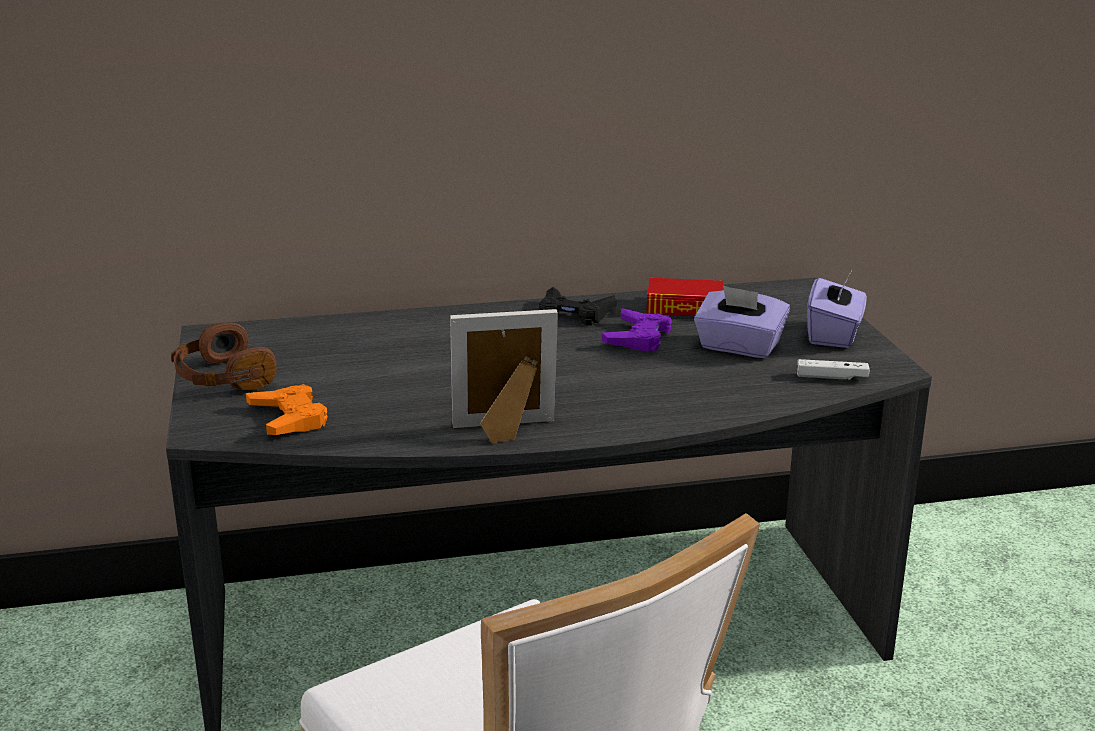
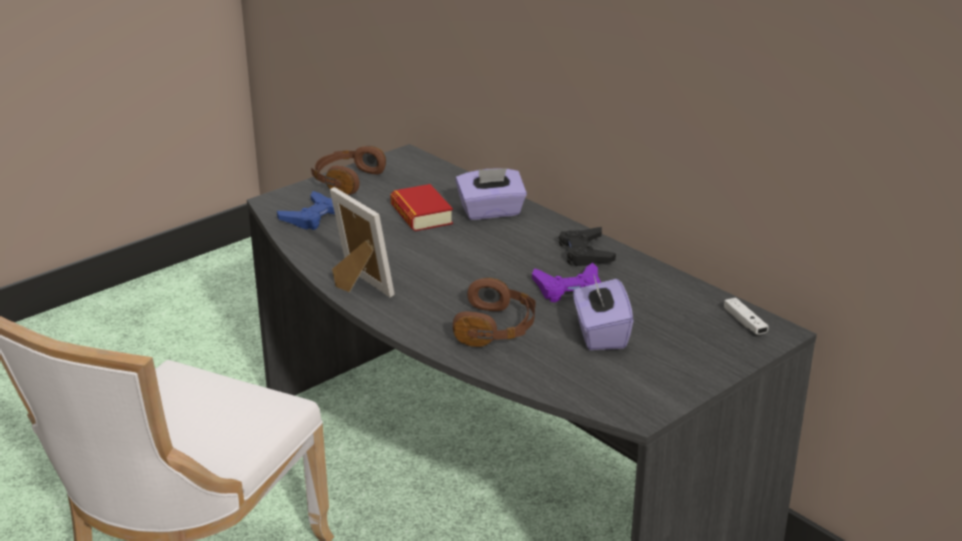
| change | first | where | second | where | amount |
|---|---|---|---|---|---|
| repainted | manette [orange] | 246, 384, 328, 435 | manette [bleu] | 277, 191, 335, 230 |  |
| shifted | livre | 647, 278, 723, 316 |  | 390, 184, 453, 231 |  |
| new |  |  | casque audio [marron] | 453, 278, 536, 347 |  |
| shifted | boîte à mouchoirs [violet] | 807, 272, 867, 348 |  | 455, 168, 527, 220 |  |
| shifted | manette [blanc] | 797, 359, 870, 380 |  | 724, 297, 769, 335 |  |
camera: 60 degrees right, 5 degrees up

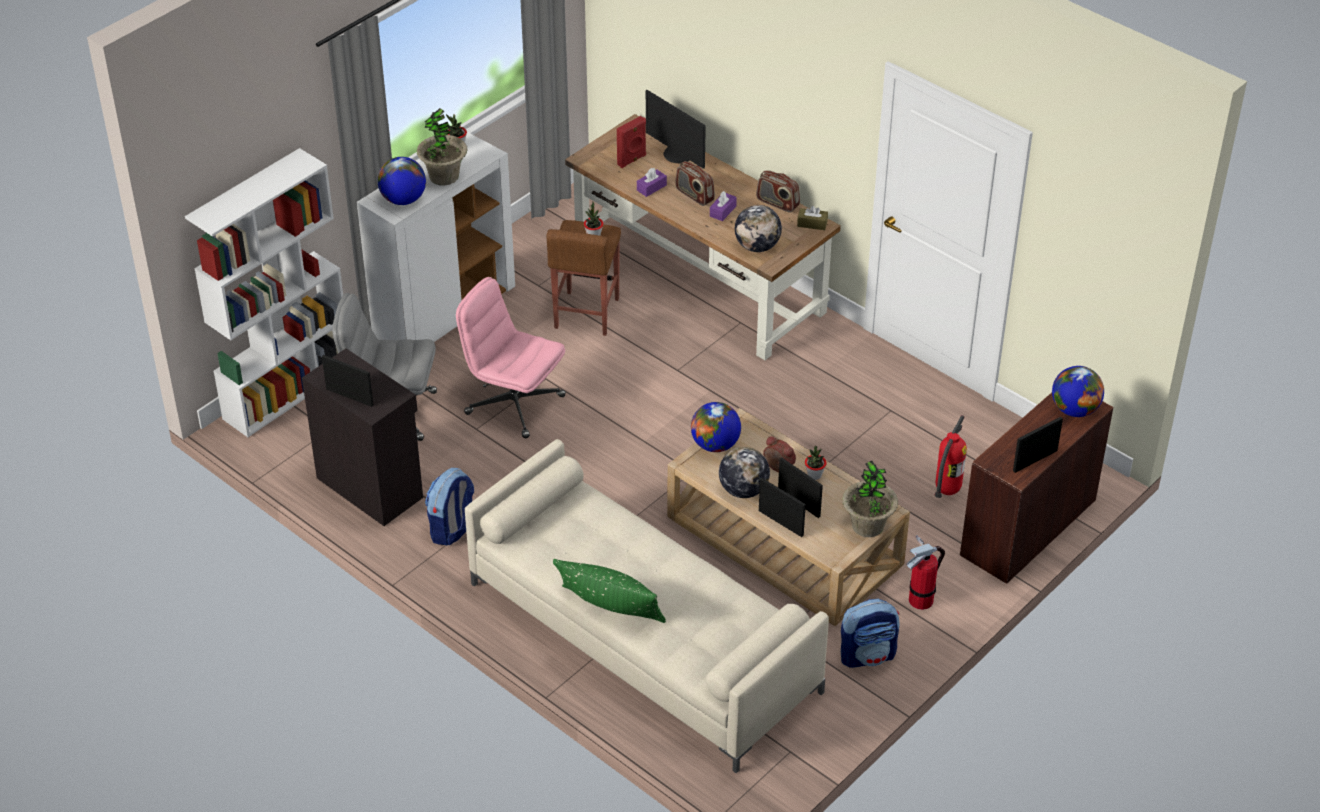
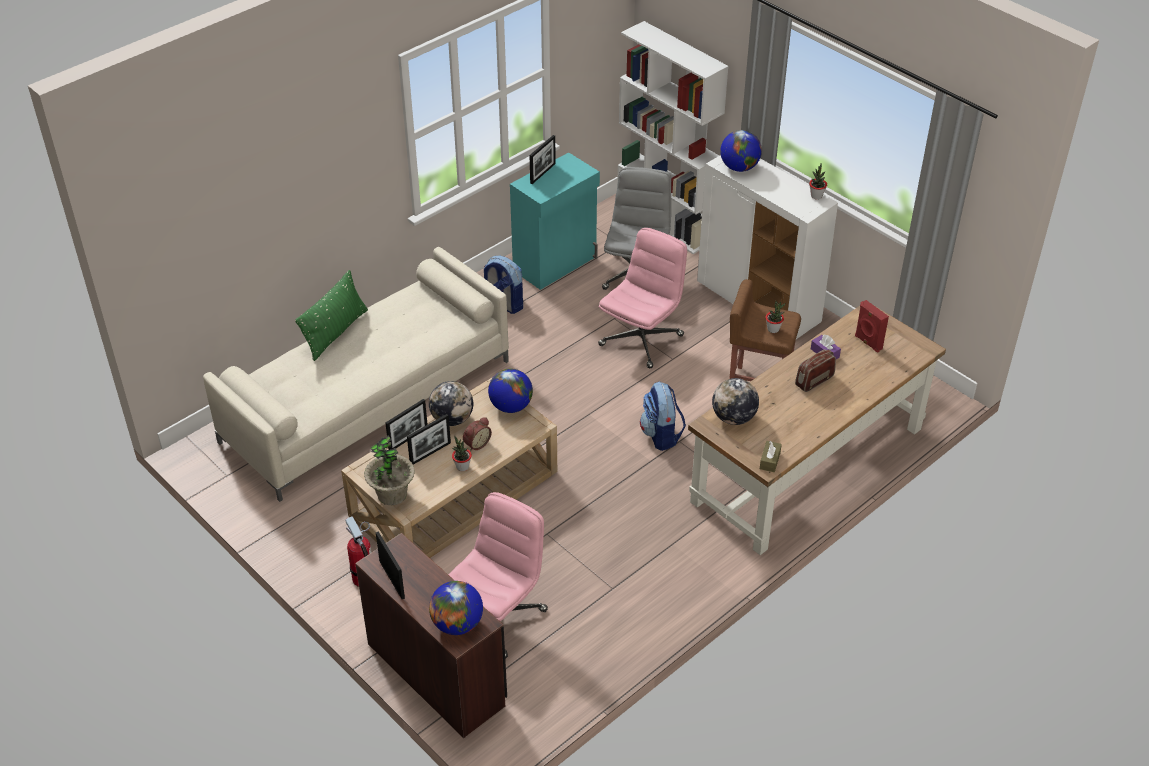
| change | first | where | second | where | amount |
|---|---|---|---|---|---|
| swapped | extincteur | 934, 415, 967, 498 | chaise de bureau [rose] | 448, 492, 548, 659 |  |
| repainted | meuble de rangement [noir] | 302, 348, 423, 526 | meuble de rangement [turquoise] | 510, 152, 600, 290 |  |
| shifted | sac à dos | 841, 599, 899, 668 |  | 640, 382, 686, 451 |  |
| gone | plante en pot | 417, 108, 468, 185 |  |  |  |
| gone | écran d'ordinateur | 646, 90, 706, 168 |  |  |  |
| gone | boîte à mouchoirs [violet] | 710, 191, 737, 221 |  |  |  |
| gone | radio | 756, 170, 800, 213 |  |  |  |
camera: 95 degrees right, 0 degrees up

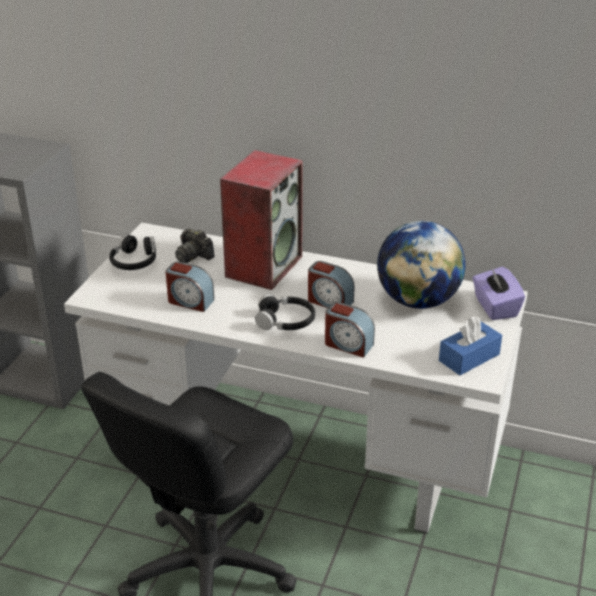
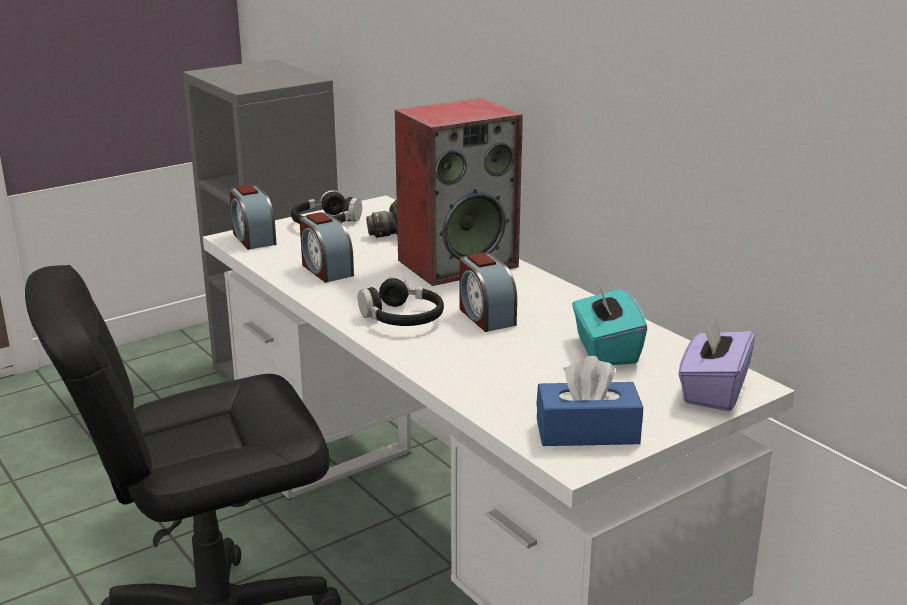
| change | first | where | second | where | amount |
|---|---|---|---|---|---|
| shifted | réveil | 325, 302, 375, 358 |  | 229, 185, 277, 250 |  |
| swapped | globe | 377, 221, 466, 309 | boîte à mouchoirs [turquoise] | 572, 280, 647, 365 |  |
camera: 35 degrees right, 10 degrees down

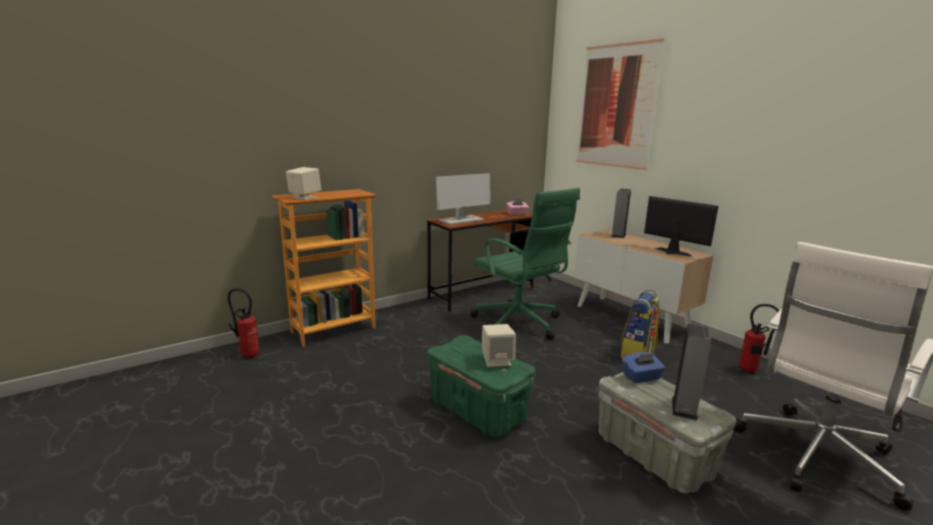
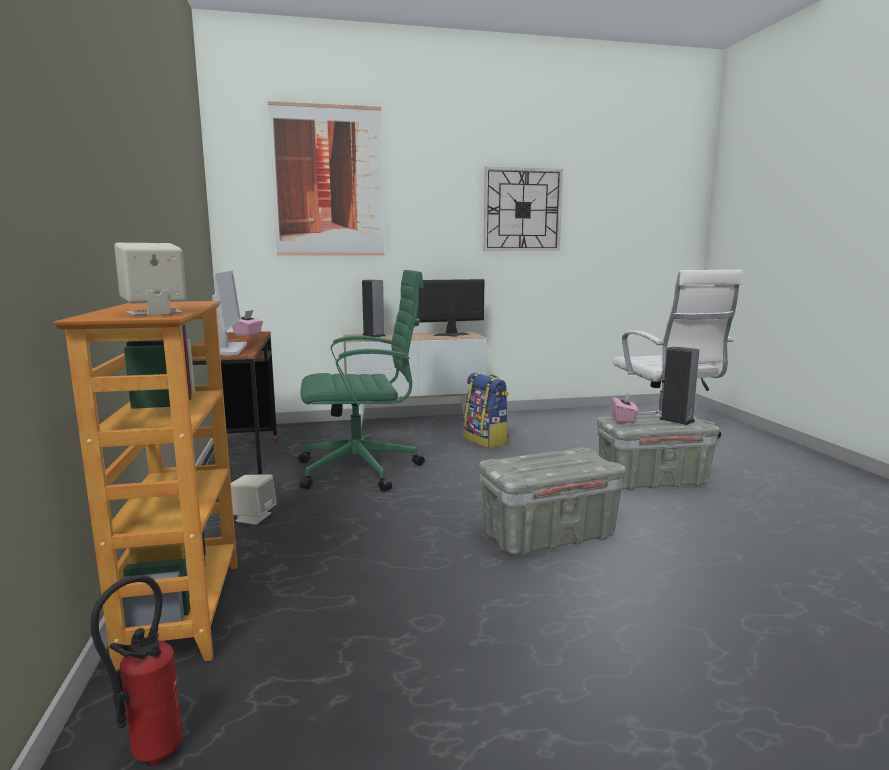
| change | first | where | second | where | amount |
|---|---|---|---|---|---|
| shifted | enceinte [beige] | 482, 324, 516, 367 |  | 231, 474, 277, 525 |  |
| repainted | boîte de rangement [vert] | 427, 335, 535, 437 | boîte de rangement [gris] | 479, 448, 626, 556 |  |
| new |  |  | horloge murale | 484, 167, 563, 251 |  |
| repainted | boîte à mouchoirs [bleu] | 622, 352, 665, 383 | boîte à mouchoirs [rose] | 611, 393, 638, 423 |  |
| gone | extincteur | 739, 304, 779, 374 |  |  |  |
camera: 65 degrees left, 5 degrees down

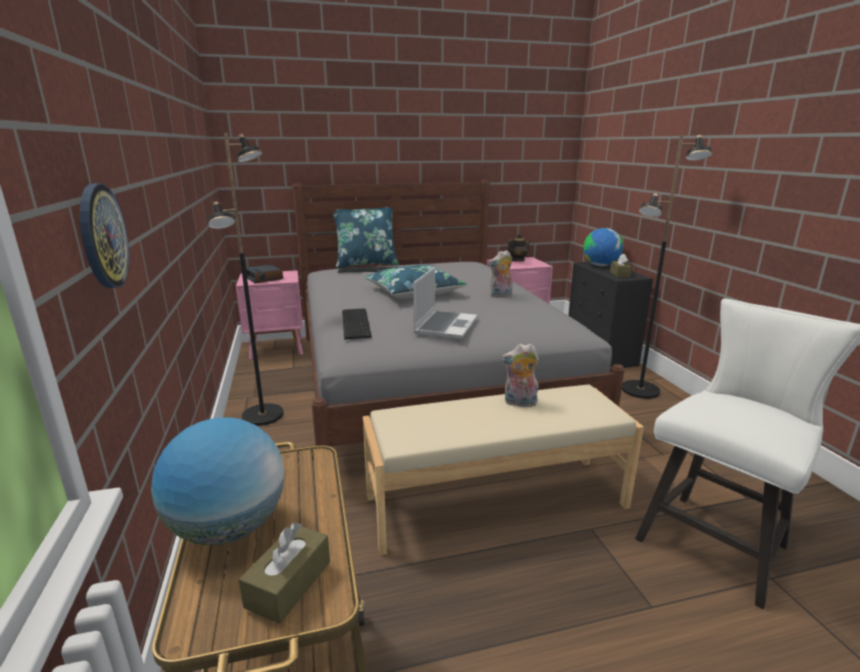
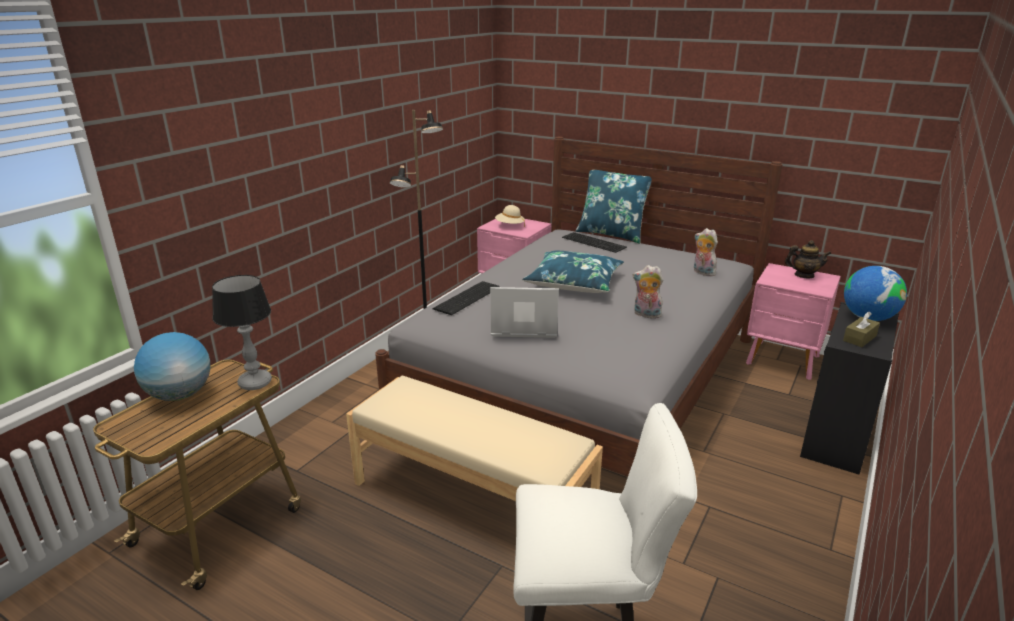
| change | first | where | second | where | amount |
|---|---|---|---|---|---|
| new |  |  | lampe de table | 212, 275, 272, 390 |  |
| rotated | ordinateur portable | 413, 267, 477, 339 |  | 490, 287, 559, 338 | 150 degrees counterclockwise |
| swapped | réveil | 246, 264, 283, 283 | chapeau [beige] | 495, 205, 525, 227 |  |
| shifted | peluche | 501, 343, 539, 407 |  | 694, 228, 718, 276 |  |
| gone | horloge murale | 80, 183, 129, 288 |  |  |  |
| gone | boîte à mouchoirs [marron] | 239, 522, 330, 624 |  |  |  |
| gone | lampadaire [noir] | 622, 134, 712, 399 |  |  |  |
camera: 45 degrees right, 5 degrees up

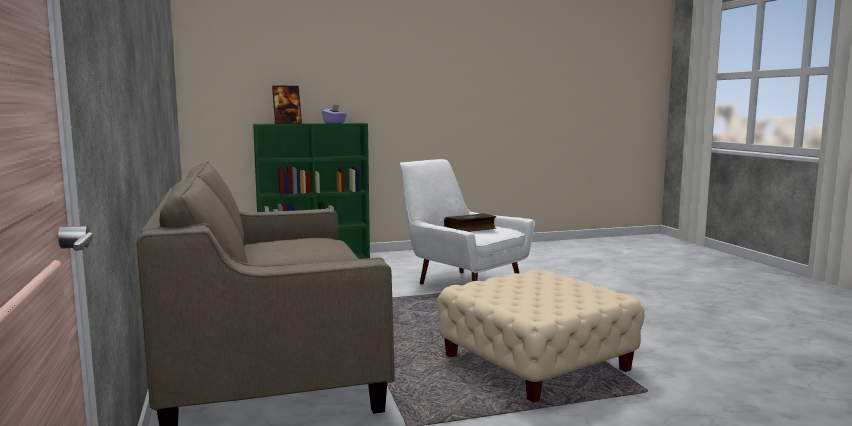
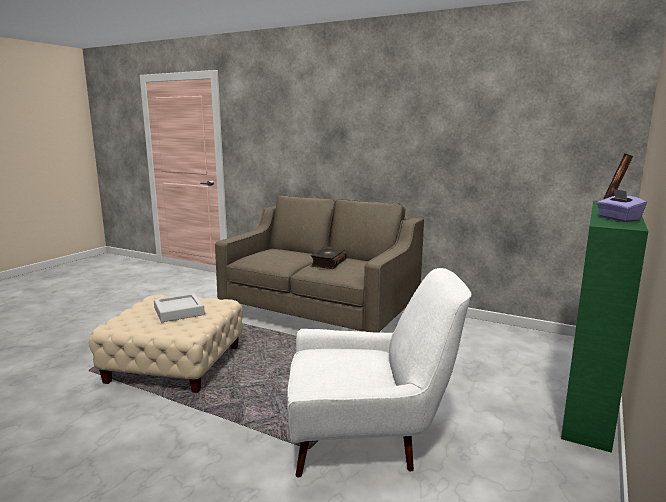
| change | first | where | second | where | amount |
|---|---|---|---|---|---|
| new |  |  | plateau [gris] | 154, 293, 205, 322 |  |
| shifted | livre | 444, 213, 496, 232 |  | 310, 246, 348, 269 |  |
camera: 135 degrees right, 5 degrees up

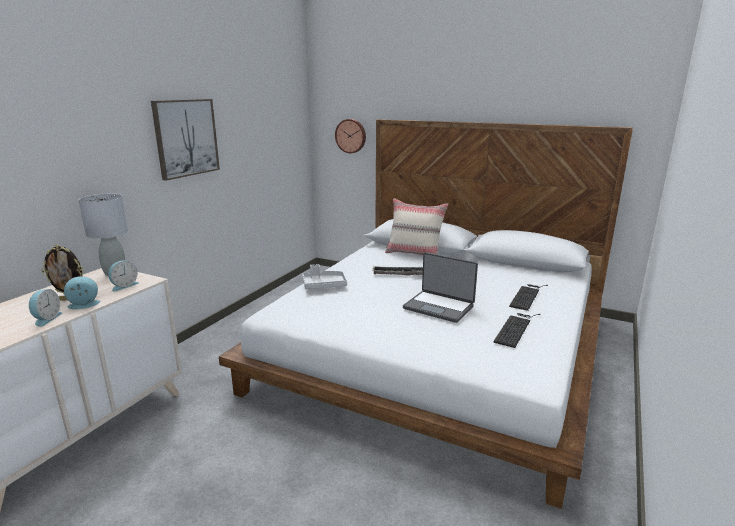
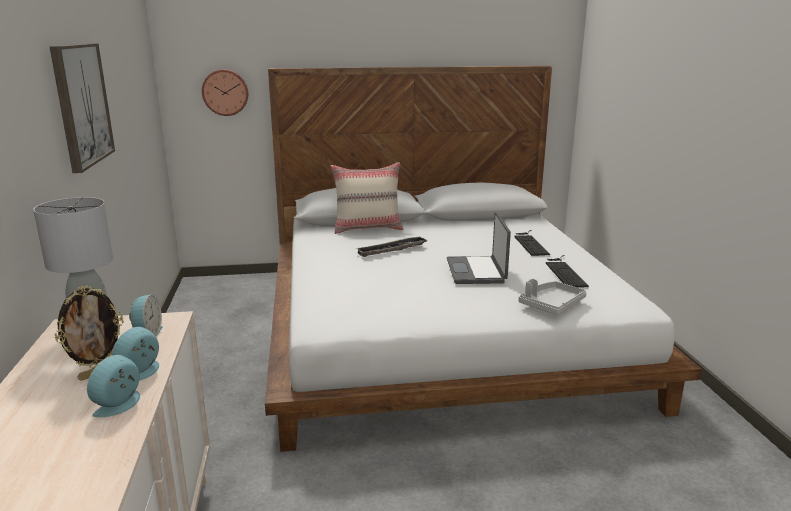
| change | first | where | second | where | amount |
|---|---|---|---|---|---|
| rotated | réveil | 29, 289, 62, 327 |  | 87, 355, 140, 417 | 120 degrees counterclockwise |
| rotated | ordinateur portable | 403, 252, 478, 323 |  | 447, 212, 511, 284 | 90 degrees clockwise |
| shifted | plateau [gris] | 302, 264, 347, 289 |  | 519, 278, 587, 315 |  |
camera: 35 degrees left, 0 degrees up

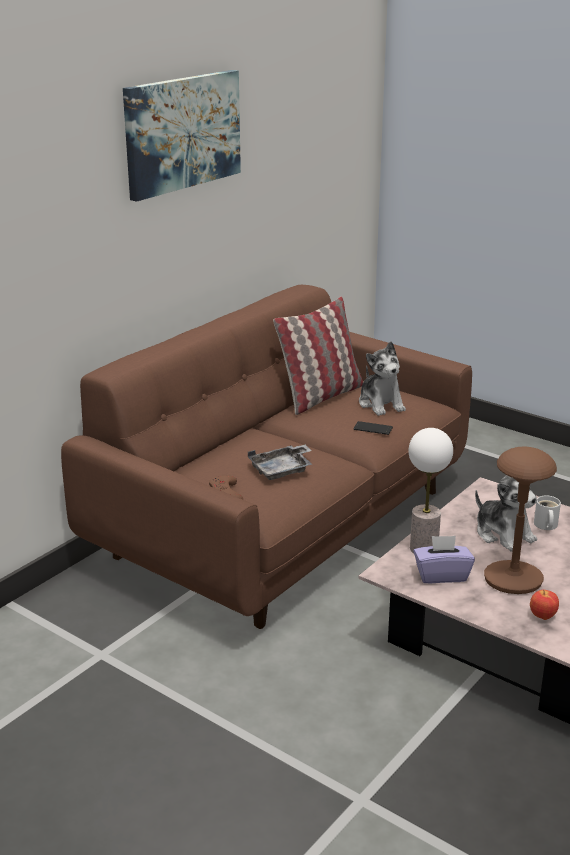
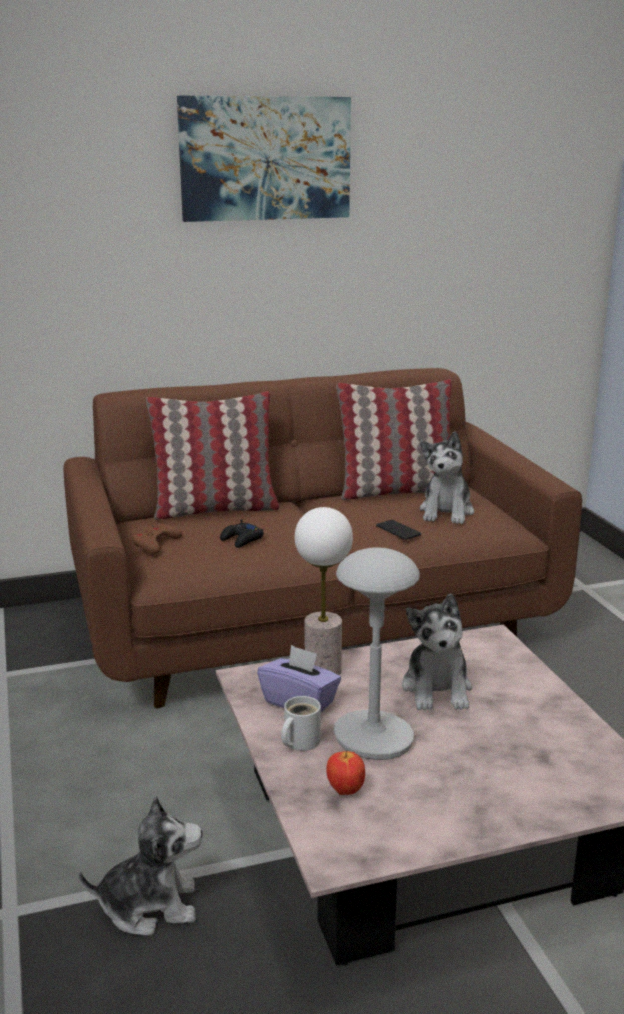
| change | first | where | second | where | amount |
|---|---|---|---|---|---|
| new |  |  | peluche | 78, 796, 202, 936 |  |
| new |  |  | coussin | 146, 391, 279, 520 |  |
| swapped | plateau [gris] | 248, 445, 312, 480 | manette [noir] | 220, 519, 264, 548 |  |
| shifted | mug [blanc] | 534, 495, 561, 530 |  | 281, 696, 321, 751 |  |
| repainted | lampe de table [marron] | 484, 446, 557, 594 | lampe de table [gris] | 334, 547, 420, 760 |  |
camera: 35 degrees right, 5 degrees down

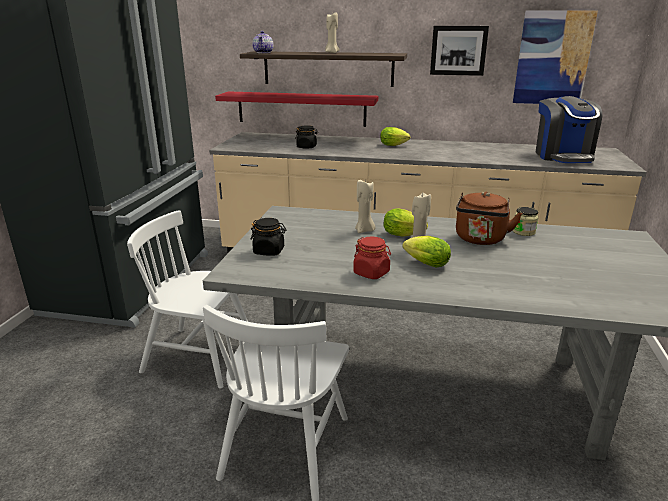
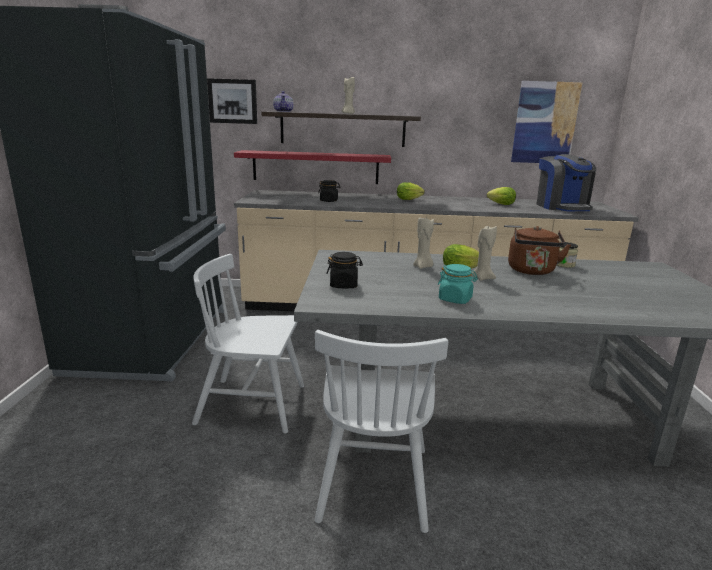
| change | first | where | second | where | amount |
|---|---|---|---|---|---|
| shifted | tableau | 430, 26, 489, 76 |  | 207, 78, 257, 124 |  |
| repainted | bocal [rouge] | 353, 237, 391, 279 | bocal [turquoise] | 438, 264, 478, 304 |  |
| shifted | laitue | 402, 236, 451, 268 |  | 487, 187, 516, 205 |  |
camera: 10 degrees left, 5 degrees down

